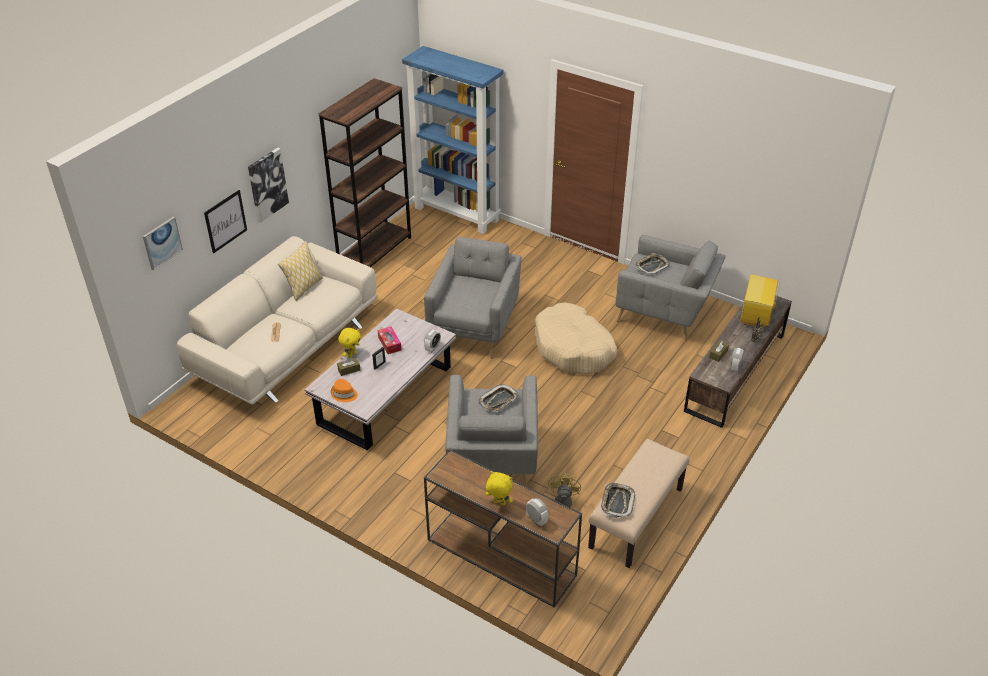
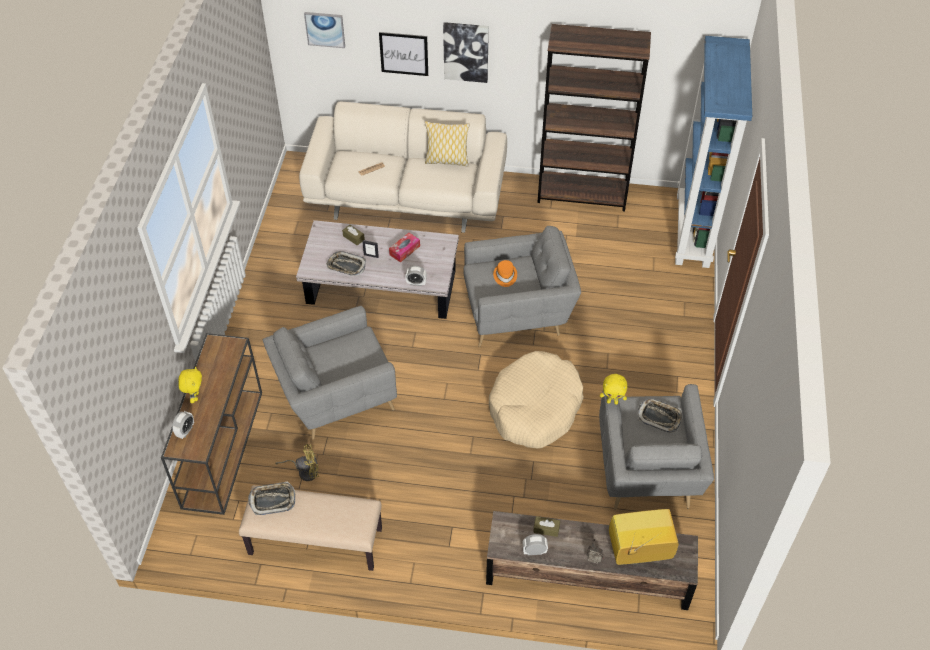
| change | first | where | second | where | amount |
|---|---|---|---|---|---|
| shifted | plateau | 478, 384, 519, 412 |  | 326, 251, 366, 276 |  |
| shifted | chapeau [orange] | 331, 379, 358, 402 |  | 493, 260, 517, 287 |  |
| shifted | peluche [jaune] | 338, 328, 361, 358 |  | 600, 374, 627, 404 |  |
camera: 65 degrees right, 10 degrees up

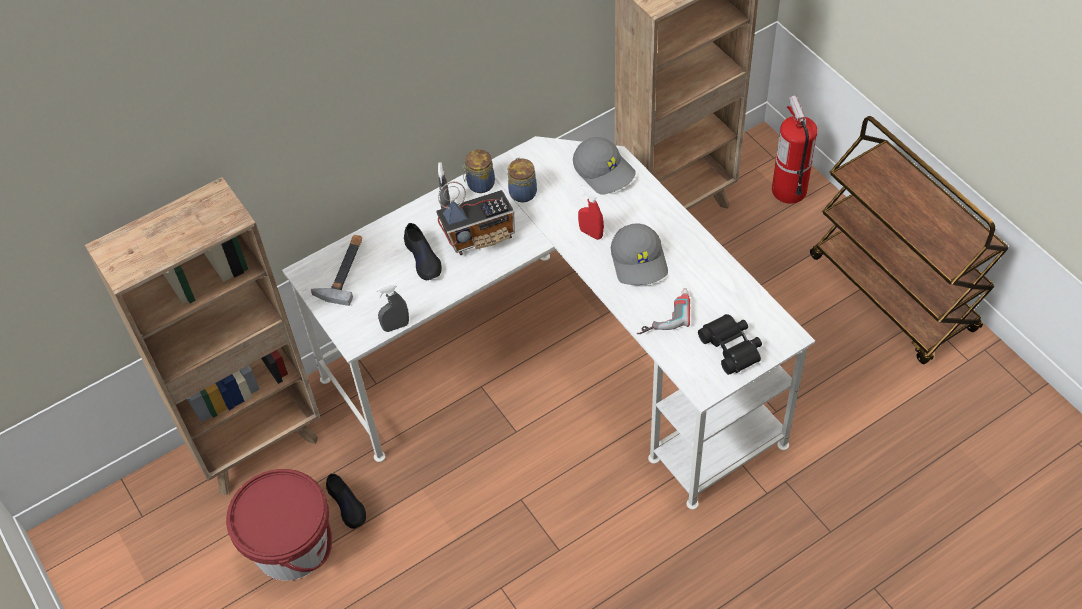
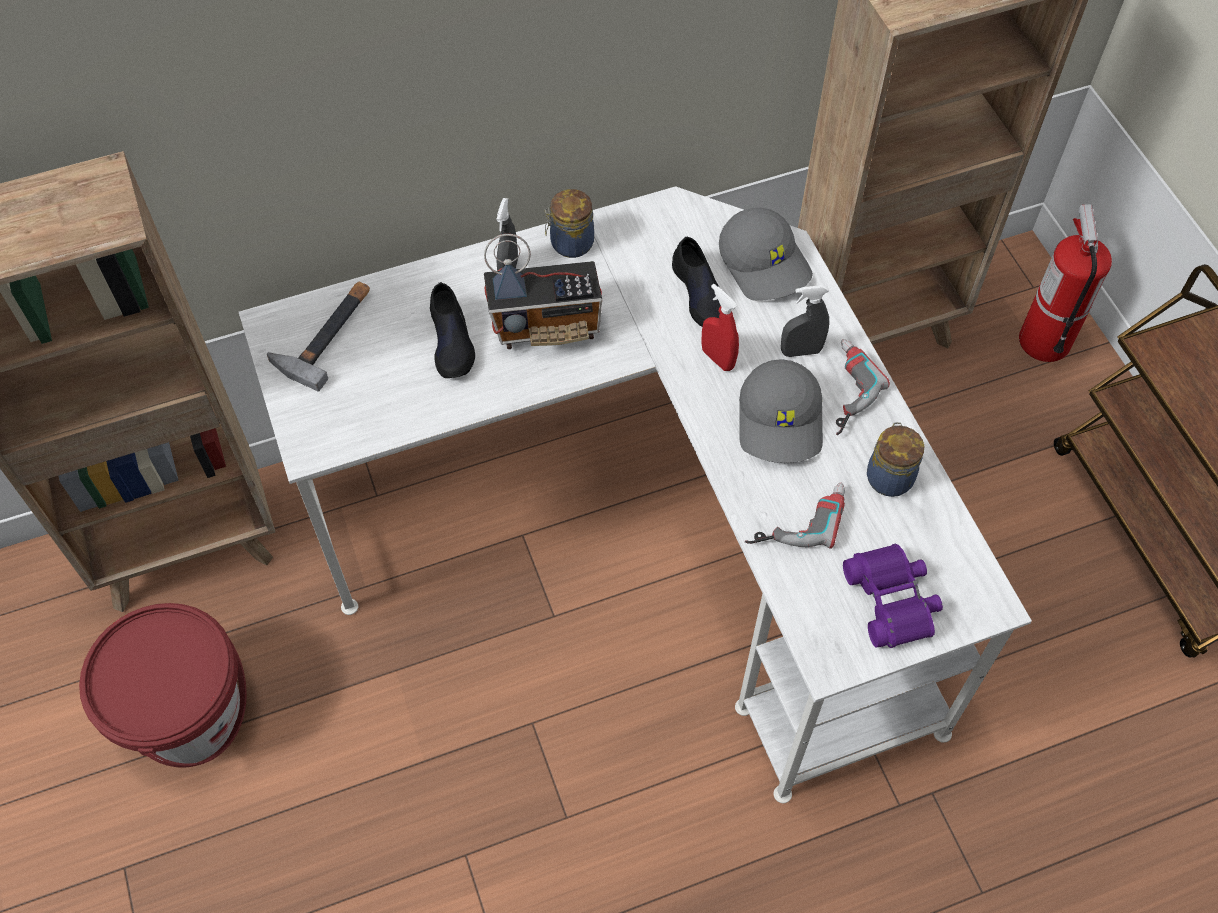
| change | first | where | second | where | amount |
|---|---|---|---|---|---|
| shifted | chaussure [noir] | 326, 474, 366, 529 |  | 672, 236, 721, 327 |  |
| shifted | vaporisateur [gris] | 376, 283, 409, 332 |  | 781, 285, 829, 357 |  |
| new |  |  | perceuse | 836, 339, 890, 435 |  |
| repainted | jumelles [noir] | 698, 314, 762, 375 | jumelles [violet] | 843, 544, 943, 648 |  |
| shifted | bocal | 508, 158, 537, 202 |  | 867, 422, 924, 497 |  |
camera: 10 degrees right, 5 degrees up

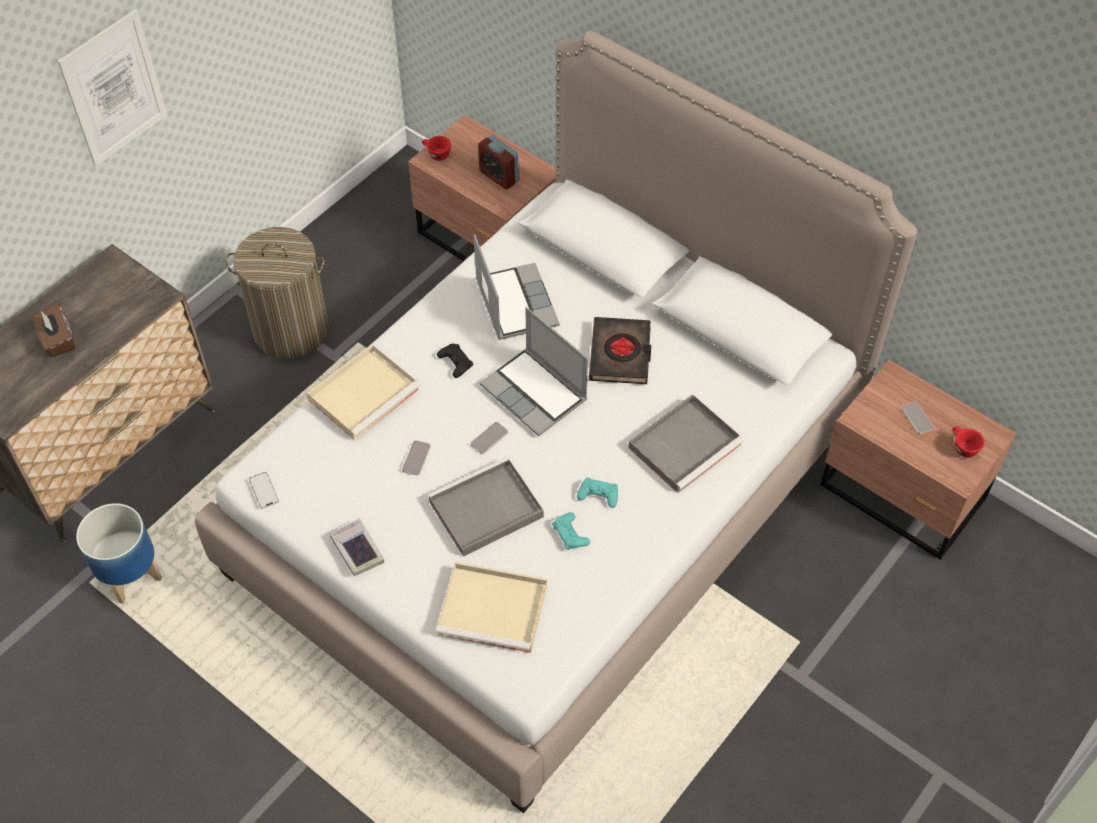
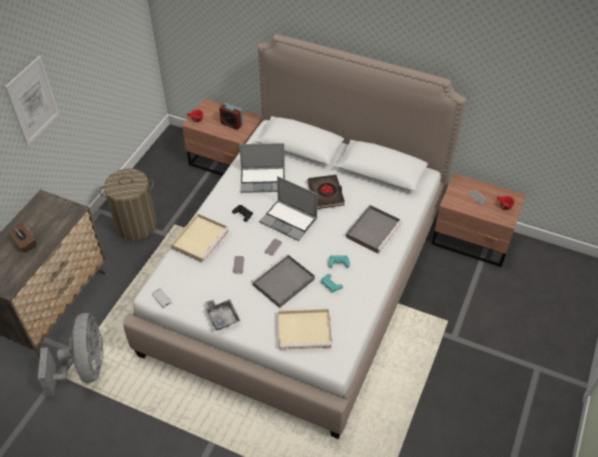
| change | first | where | second | where | amount |
|---|---|---|---|---|---|
| swapped | cache-pot | 76, 503, 162, 604 | ventilateur [gris] | 38, 313, 104, 397 |  |
| swapped | livre | 330, 518, 384, 576 | plateau [gris] | 205, 299, 240, 330 |  |
| rotated | ordinateur portable | 474, 234, 560, 340 |  | 239, 143, 285, 193 | 120 degrees clockwise |
camera: 15 degrees left, 5 degrees down

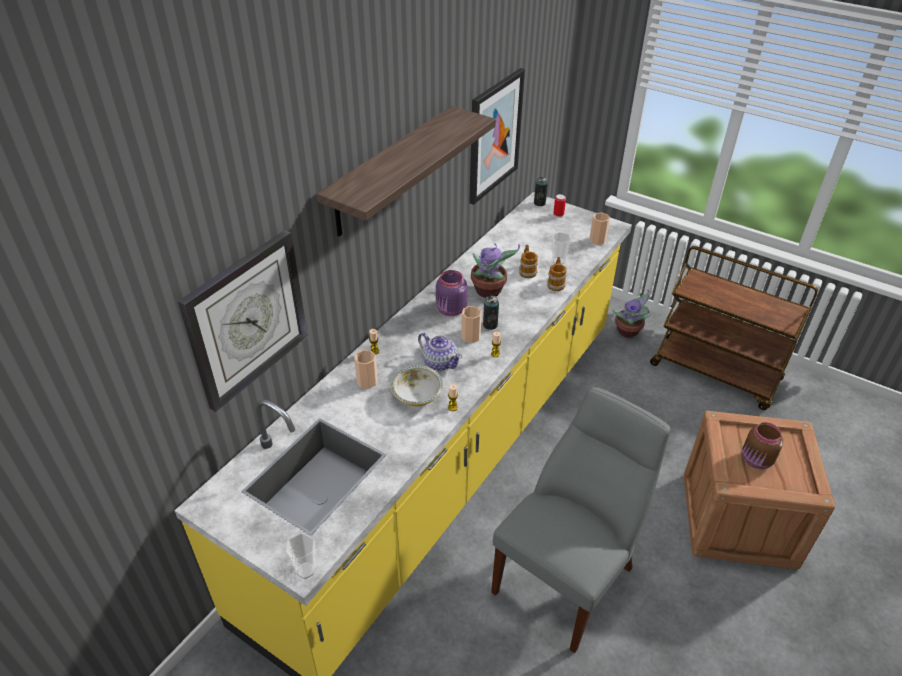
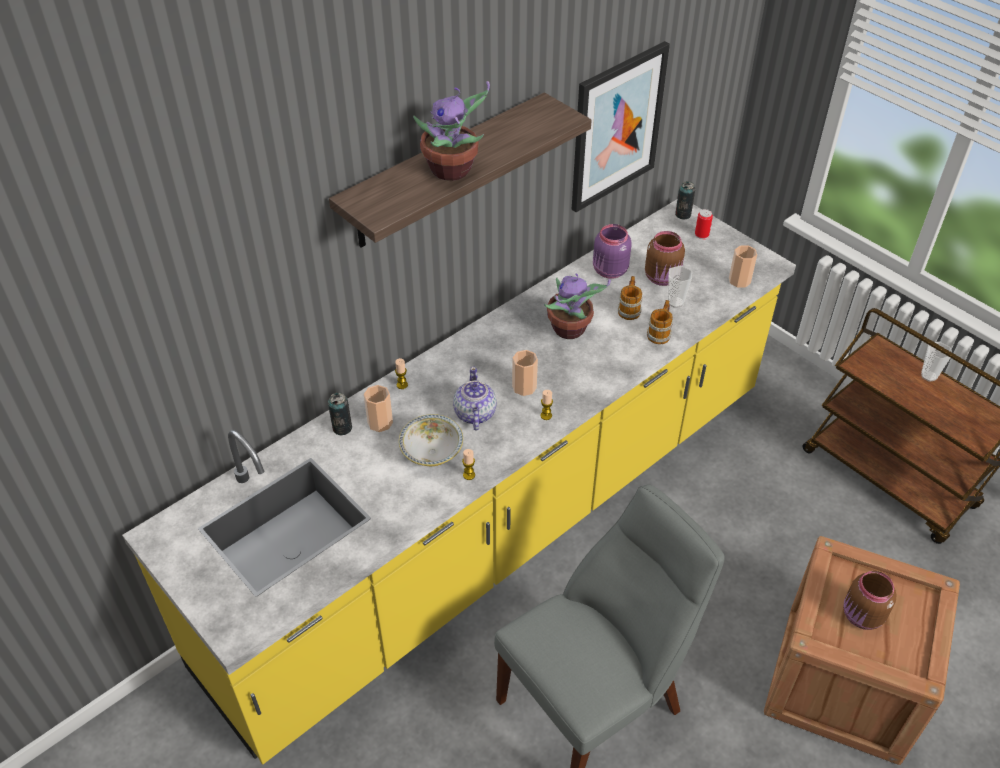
| change | first | where | second | where | amount |
|---|---|---|---|---|---|
| shifted | boîte métallique | 483, 295, 499, 330 |  | 328, 393, 352, 435 |  |
| shifted | plante en pot | 612, 289, 651, 338 |  | 413, 81, 490, 181 |  |
| rotated | théière | 418, 333, 462, 371 |  | 453, 367, 497, 431 | 150 degrees counterclockwise |
| shifted | bocal [violet] | 436, 270, 467, 316 |  | 593, 224, 632, 279 |  |
| new |  |  | bocal [marron] | 645, 231, 685, 286 |  |
| shifted | tasse | 286, 533, 315, 579 |  | 921, 342, 952, 382 |  |
| gone | horloge murale | 178, 230, 308, 412 |  |  |  |
camera: 15 degrees right, 5 degrees up

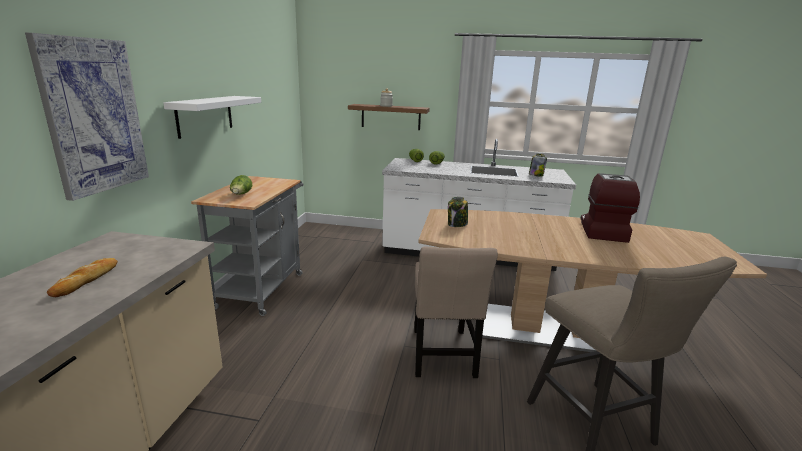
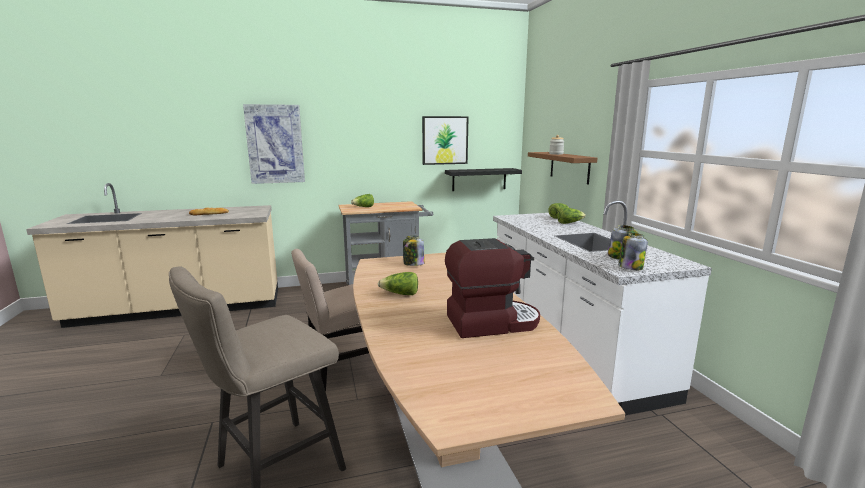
| change | first | where | second | where | amount |
|---|---|---|---|---|---|
| new |  |  | laitue | 378, 272, 418, 295 |  |
| new |  |  | tableau | 422, 116, 469, 165 |  |
| new |  |  | étagère [noir] | 445, 168, 522, 191 |  |
| new |  |  | bocal | 618, 233, 648, 270 |  |
| gone | étagère [blanc] | 163, 96, 261, 139 |  |  |  |
camera: 65 degrees right, 5 degrees down

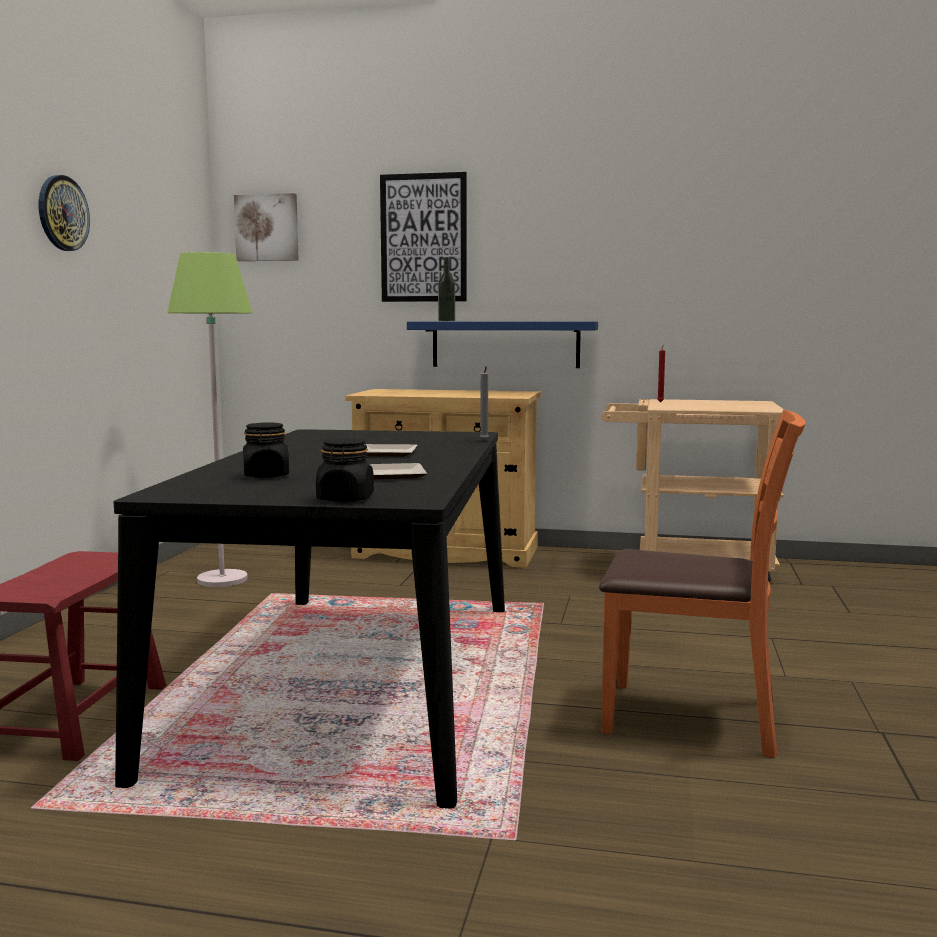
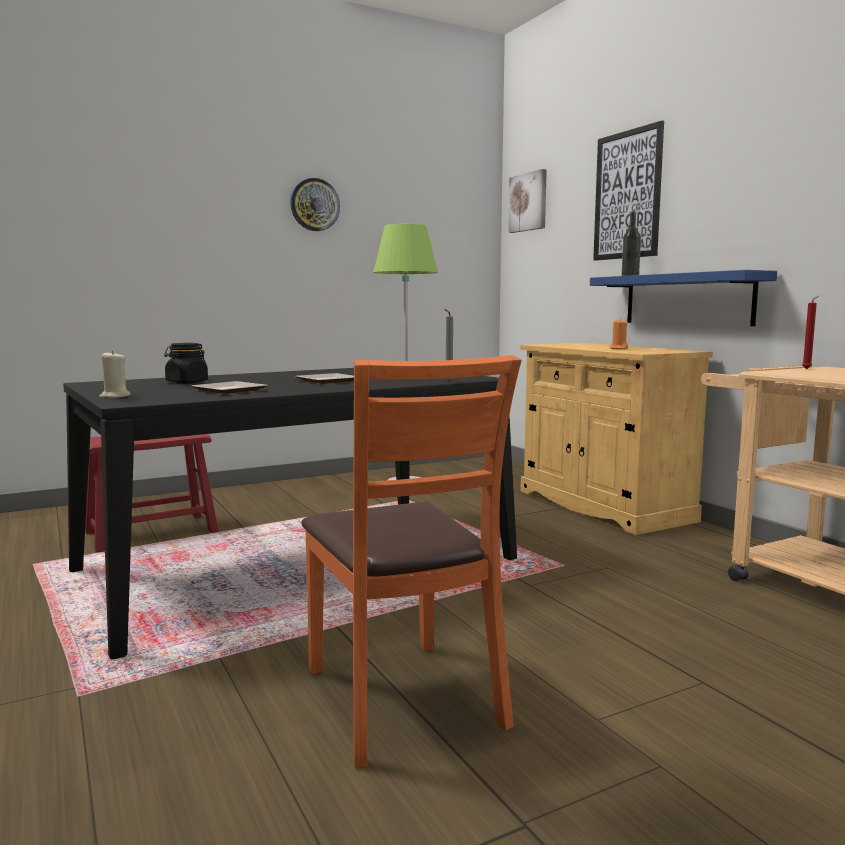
| change | first | where | second | where | amount |
|---|---|---|---|---|---|
| swapped | bocal [noir] | 316, 438, 374, 502 | bougie [beige] | 99, 350, 130, 398 |  |
| new |  |  | bougie [orange] | 610, 319, 628, 349 |  |
camera: 50 degrees right, 0 degrees up

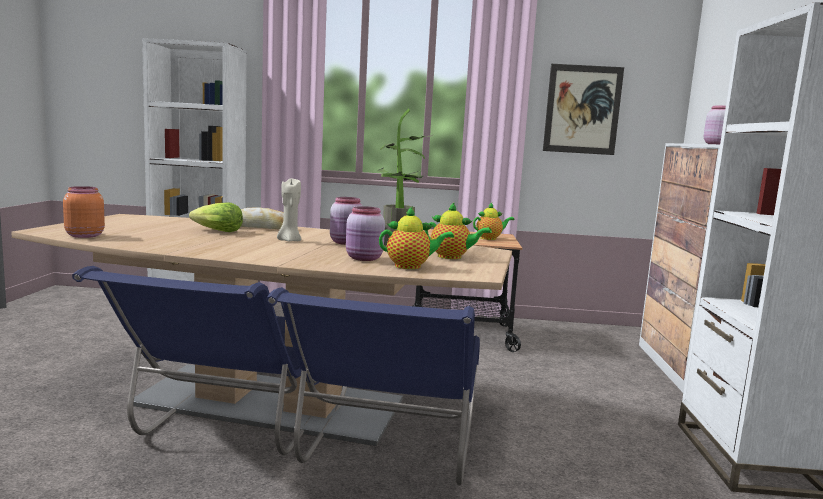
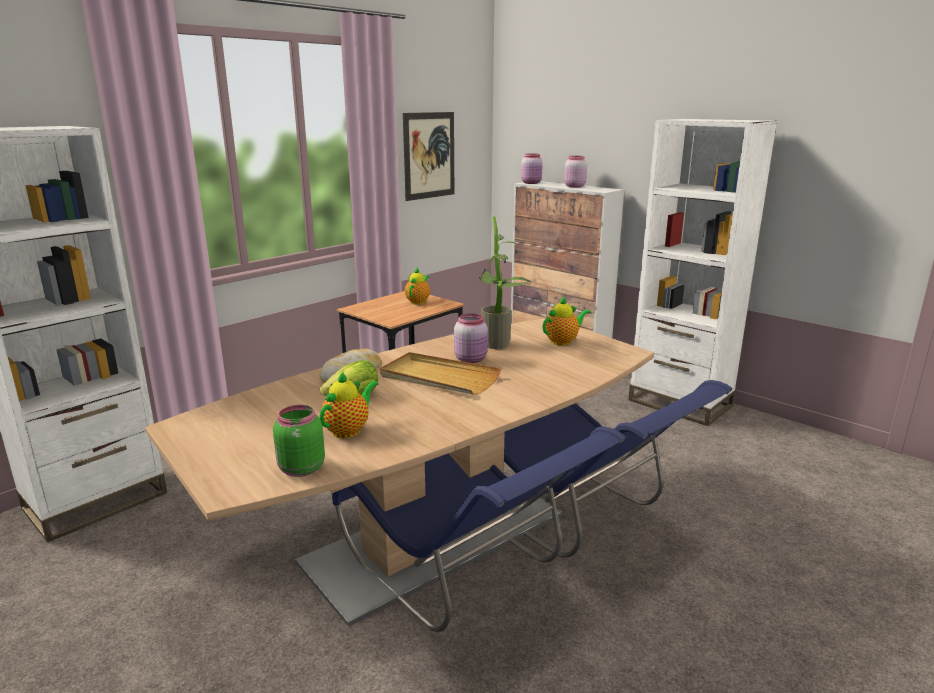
| change | first | where | second | where | amount |
|---|---|---|---|---|---|
| repainted | bocal [orange] | 63, 186, 105, 238 | bocal [vert] | 273, 405, 325, 477 |  |
| shifted | théière | 379, 206, 454, 269 |  | 320, 371, 378, 438 |  |
| swapped | bougie [beige] | 277, 177, 301, 242 | plateau [beige] | 380, 352, 501, 395 |  |
| shifted | bocal [rose] | 346, 206, 385, 261 |  | 521, 153, 543, 184 |  |
camera: 50 degrees left, 10 degrees up

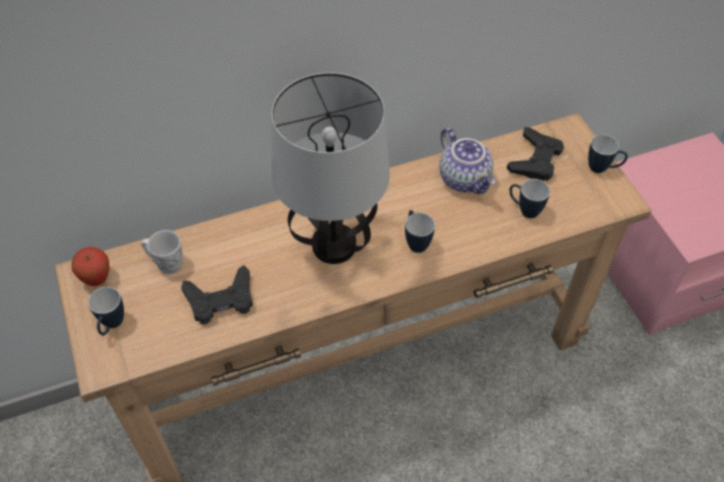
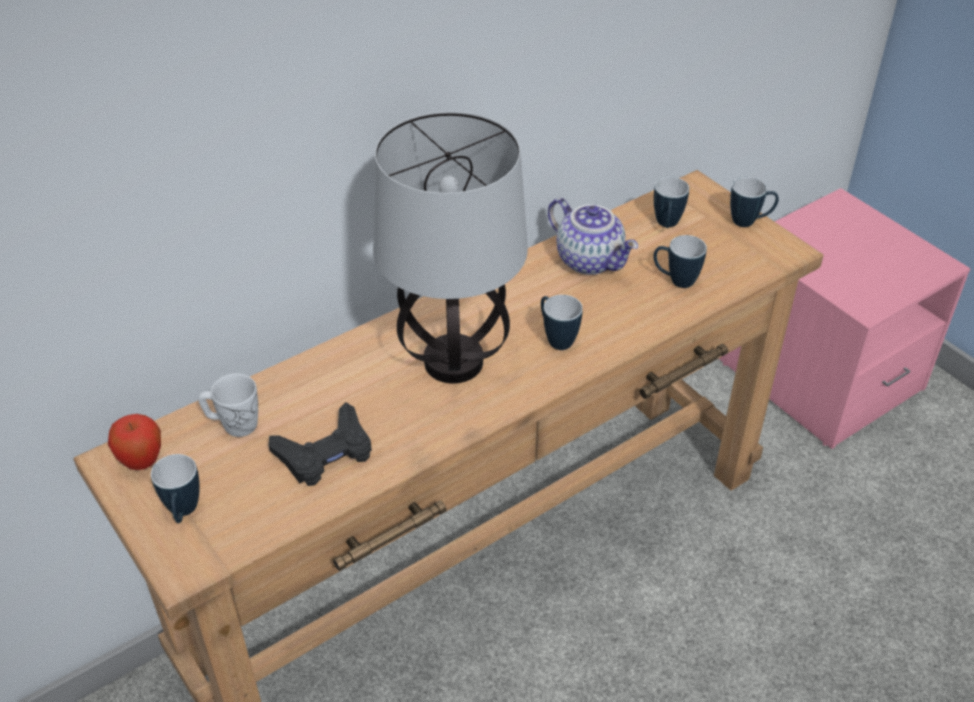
| change | first | where | second | where | amount |
|---|---|---|---|---|---|
| swapped | manette [noir] | 507, 127, 564, 181 | mug | 654, 177, 689, 228 |  |
camera: 15 degrees left, 10 degrees down

